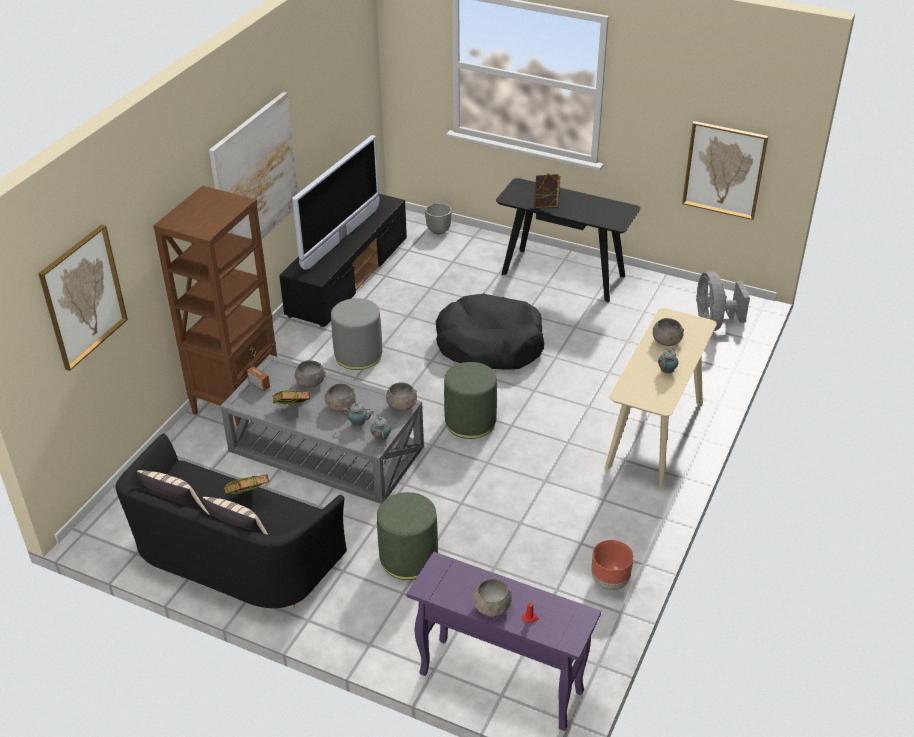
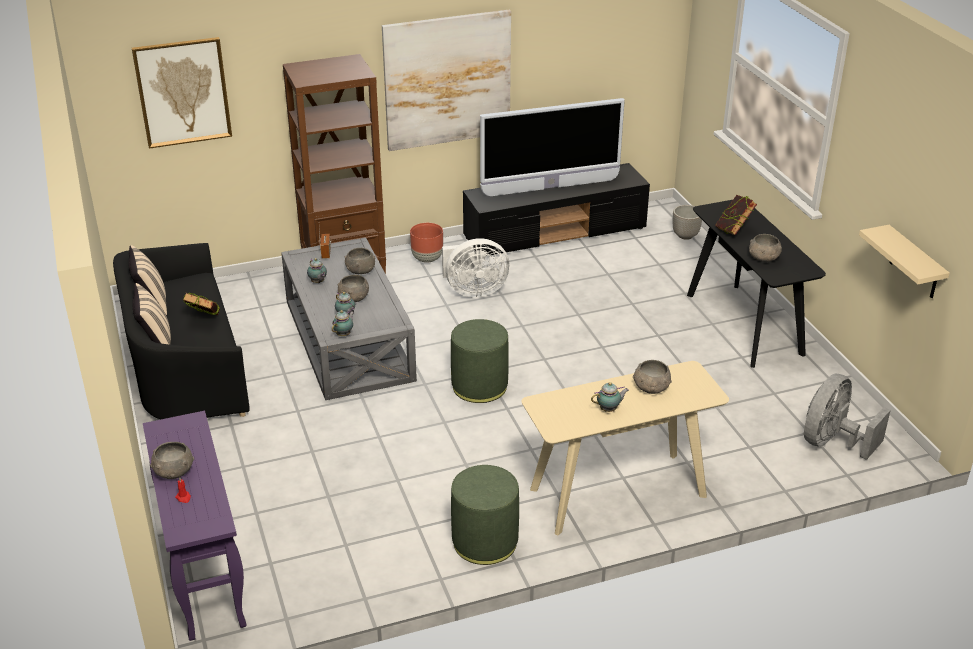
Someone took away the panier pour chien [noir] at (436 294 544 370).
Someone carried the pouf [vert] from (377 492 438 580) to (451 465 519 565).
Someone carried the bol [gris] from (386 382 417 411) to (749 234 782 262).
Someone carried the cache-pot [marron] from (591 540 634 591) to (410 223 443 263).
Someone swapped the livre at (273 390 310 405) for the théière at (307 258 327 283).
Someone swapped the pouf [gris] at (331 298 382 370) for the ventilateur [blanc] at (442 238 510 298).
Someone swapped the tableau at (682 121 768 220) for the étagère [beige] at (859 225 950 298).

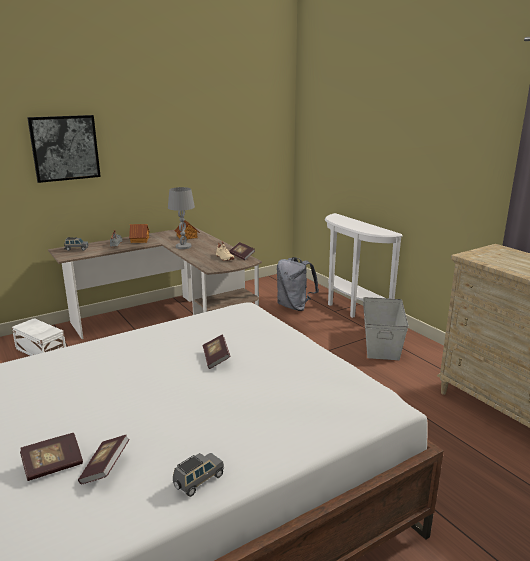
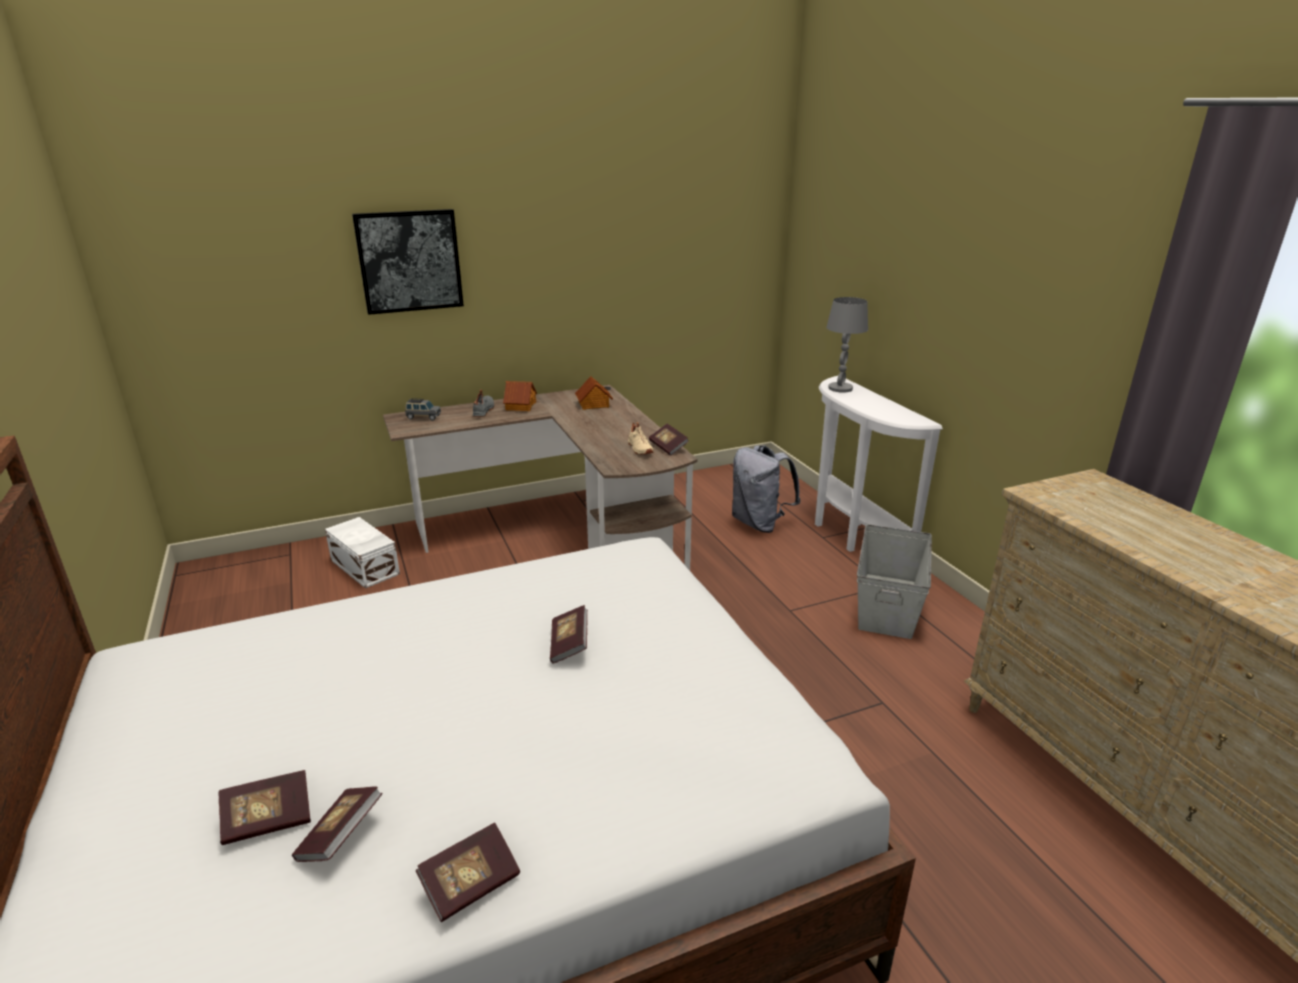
Someone carried the lampe de table [gris] from (168 187 195 249) to (826 297 868 393).
Someone swapped the petite voiture [gris] at (173 453 224 497) for the livre at (416 822 520 922).

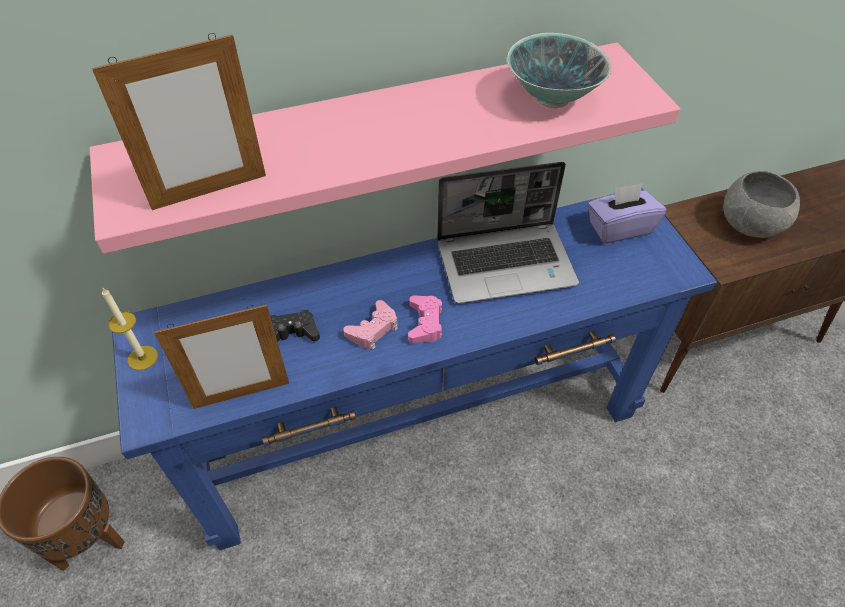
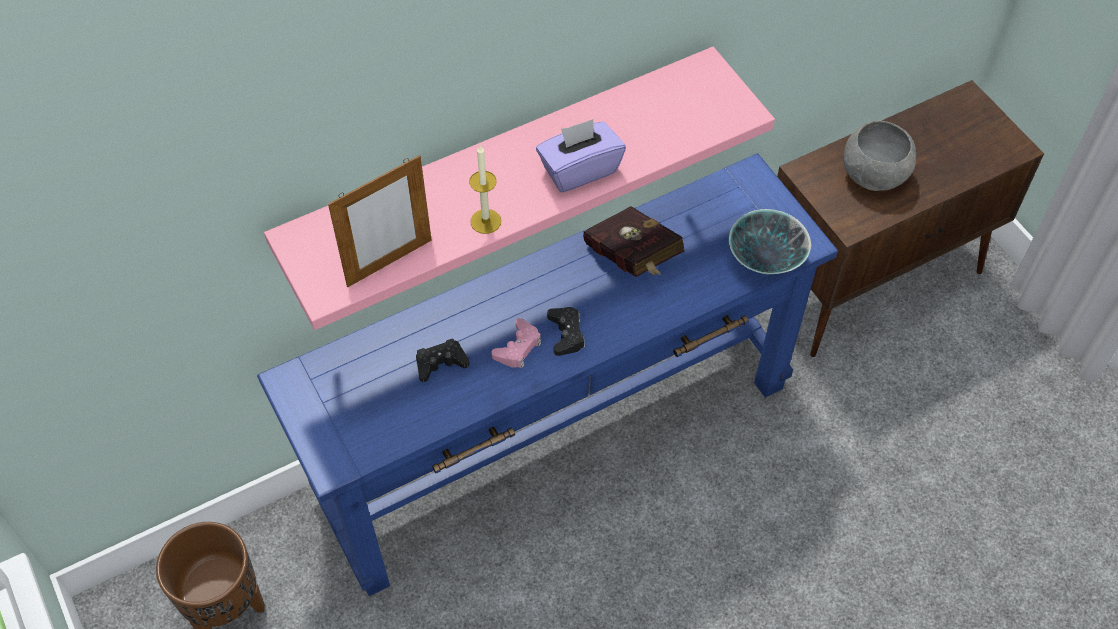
Someone took away the cadre photo at (154 304 289 409).
Someone carried the bougie from (102 287 158 371) to (469 146 501 234).
Someone carried the bol from (507 33 612 108) to (729 209 811 275).
Someone carried the boîte à mouchoirs [violet] from (587 184 667 243) to (536 119 626 192).
Someone swapped the ordinateur portable at (437 162 579 304) for the livre [rouge] at (583 206 685 277).
Someone repainted the manette [rose] at (408 295 442 343), which became the manette [noir] at (547 307 585 356).

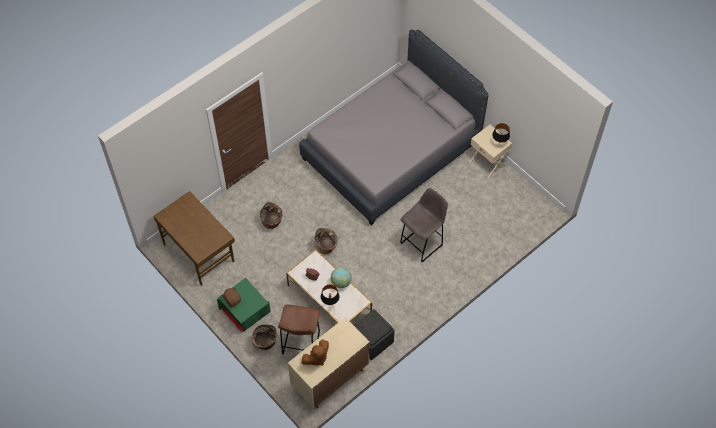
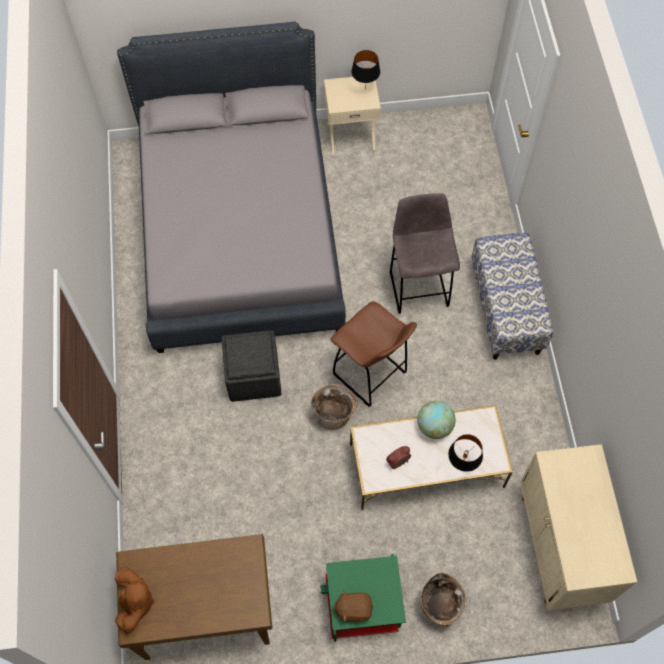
Someone took away the panier at (260 202 283 229).
Someone put down the banc at (471 232 553 360).
Someone carried the tabouret [marron] from (278 304 320 355) to (330 301 417 407).
Someone carried the peluche [marron] from (302 339 329 366) to (115 567 155 634).
Someone carried the pouf [gris] from (354 309 395 360) to (222 330 281 402).

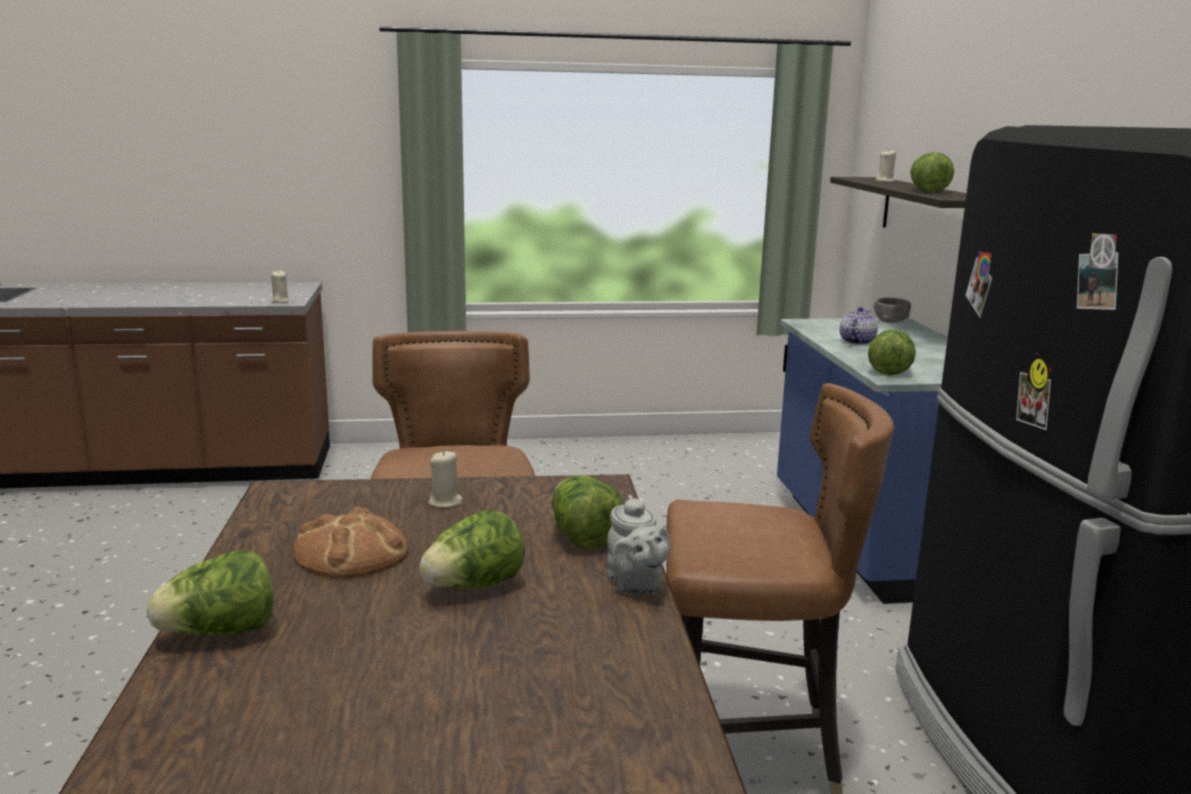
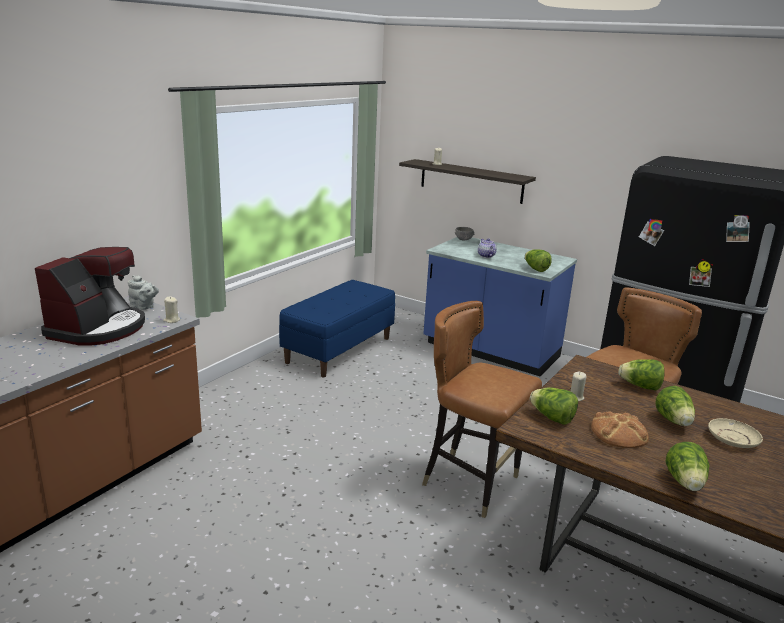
Someone put down the machine à café at (35 247 145 345).
Someone put down the banc [bleu] at (279 280 395 377).
Someone put down the assiette [beige] at (708 418 763 448).
Someone carried the théière [gris] from (607 495 671 594) to (128 275 159 310).
Someone carried the laitue from (910 152 954 193) to (530 388 578 425).

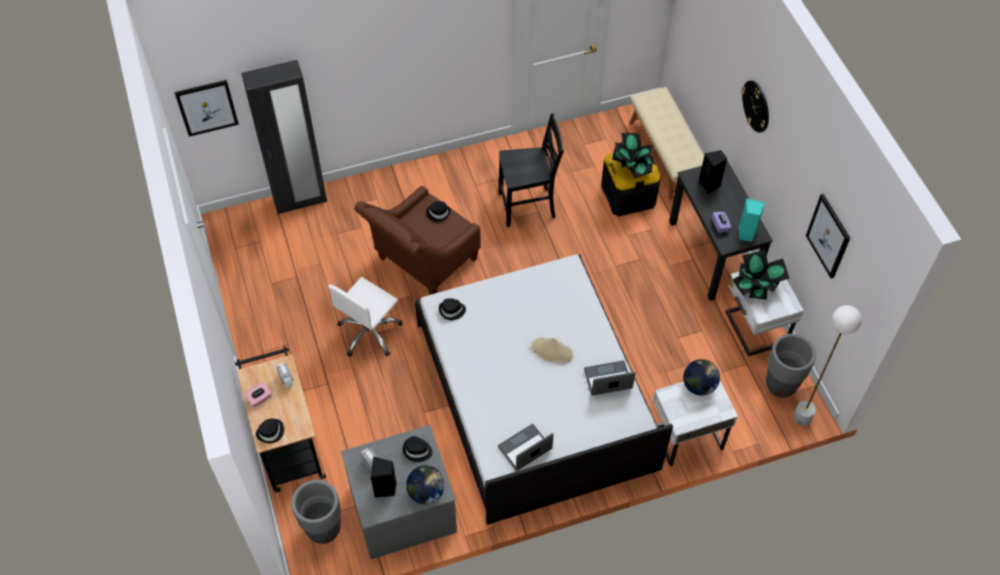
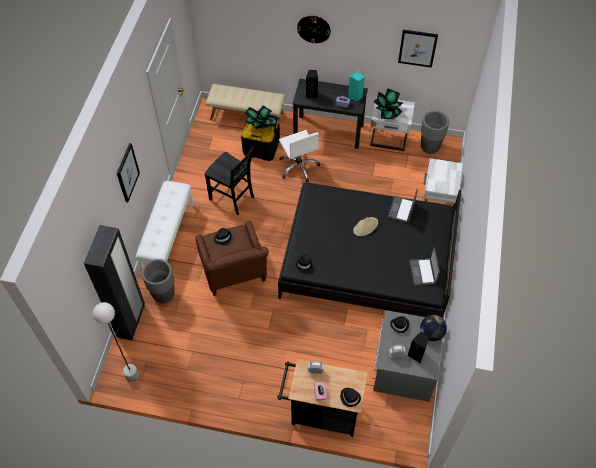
Someone took away the globe at (683 359 720 396).
Someone put down the banc [blanc] at (135 181 194 273).
Someone carried the tableau from (175 80 239 137) to (117 143 140 202).
Someone carried the cache-pot [gris] from (292 480 341 544) to (142 259 174 303).
Someone carried the chaise de bureau [blanc] from (328 277 403 357) to (279 130 320 182).
Someone carried the lampadaire [blanc] from (793 305 862 426) to (93 302 139 382).
Someone repainted the lit [blanc] at (415 254 673 525), which became the lit [noir] at (278 183 461 318).
Someone rotated the chaise [noir] at (499 113 564 227) by 105 degrees clockwise.

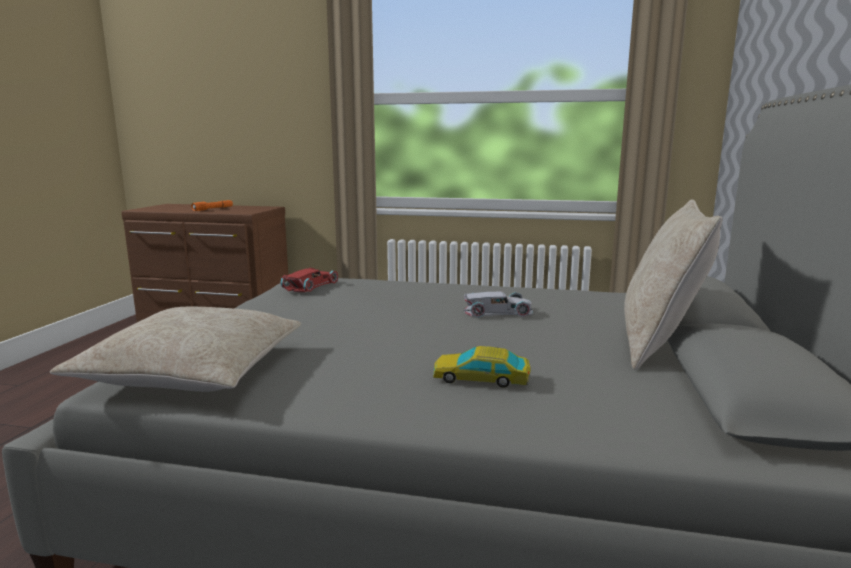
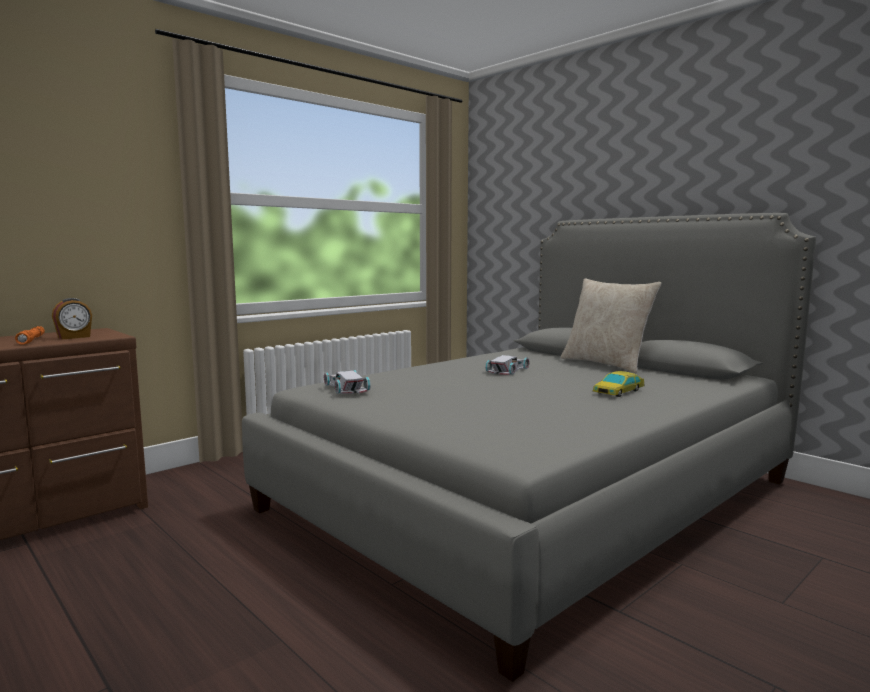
Someone took away the coussin [beige] at (50 307 301 392).
Someone put down the réveil at (52 298 92 339).
Someone repainted the petite voiture [rouge] at (280 268 338 292), which became the petite voiture [blanc] at (324 370 371 394).

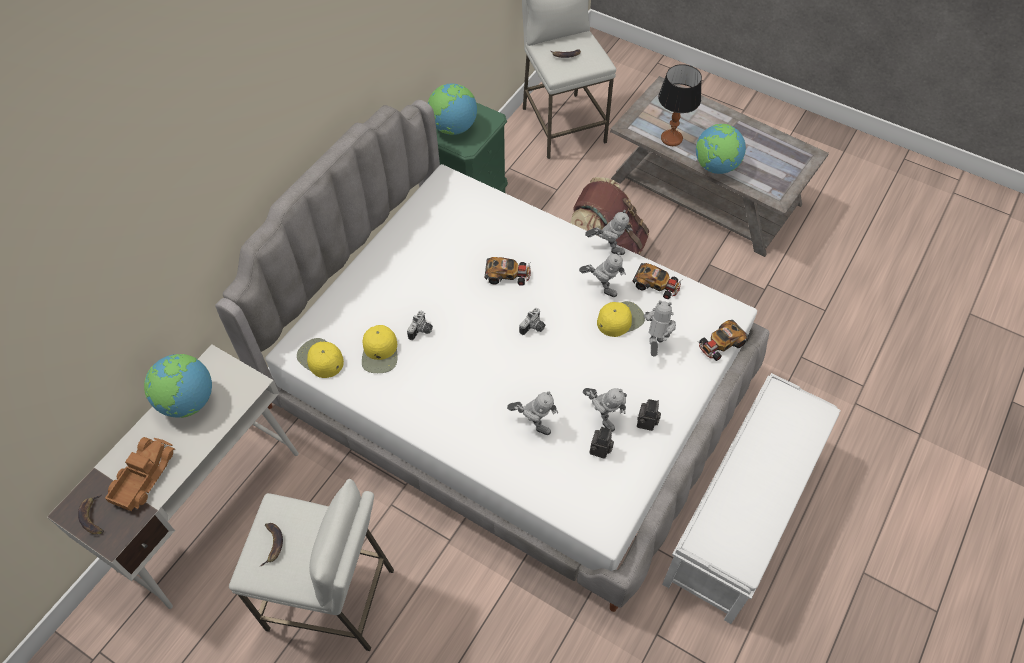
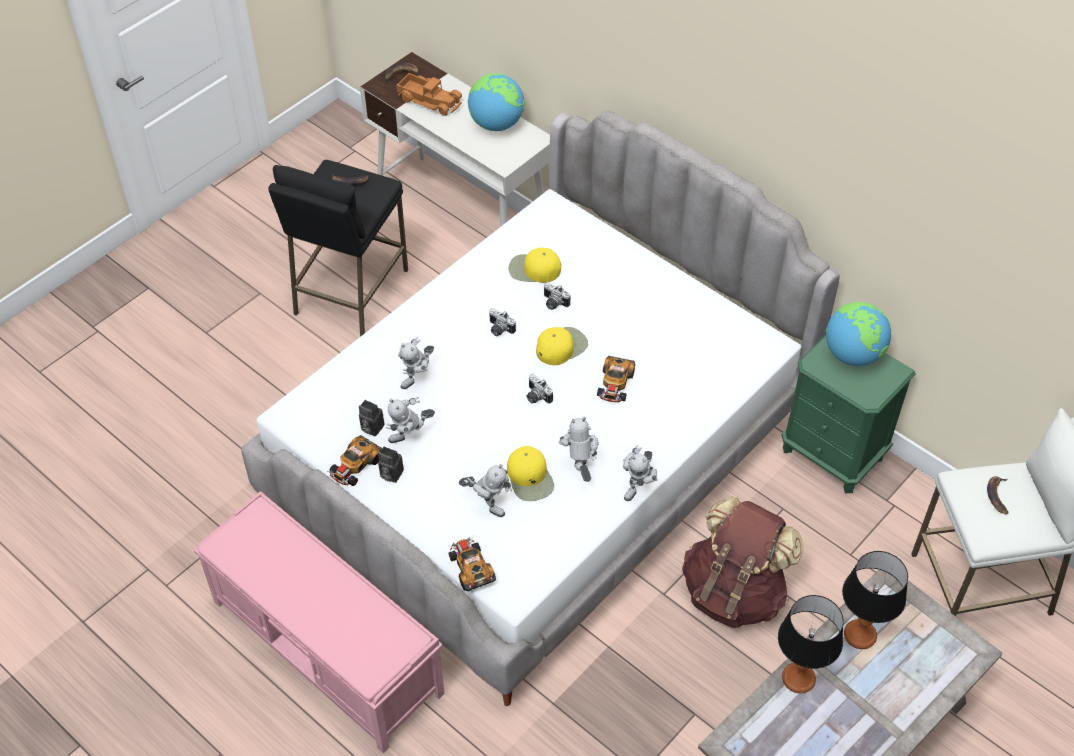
Someone put down the appareil photo at (489 308 516 336).
Someone carried the casquette [jaune] from (297 338 344 378) to (536 327 588 365).
Someone carried the petite voiture from (633 263 681 299) to (328 435 382 486).
Someone swapped the globe at (696 124 746 174) for the lampe de table at (778 595 843 693).
Someone repainted the tabouret [blanc] at (229 479 394 651), which became the tabouret [noir] at (268 160 408 337).
Someone repainted the banc [blanc] at (662 373 841 624), which became the banc [rose] at (194 491 444 753).
Someone rotated the robot jouet at (579 252 626 297) by 135 degrees clockwise.

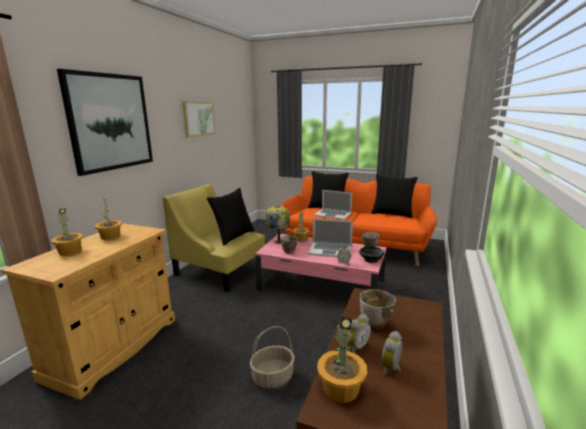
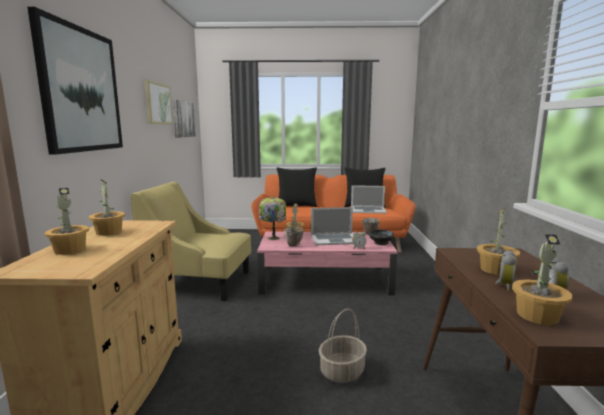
Someone took away the coussin [noir] at (207 188 254 246).
Someone put up the tableau at (172 100 196 138).
Someone carried the ordinateur portable from (314 190 352 220) to (351 185 387 214).
Someone swapped the bol at (360 289 396 330) for the plante en pot at (477 208 520 275).

